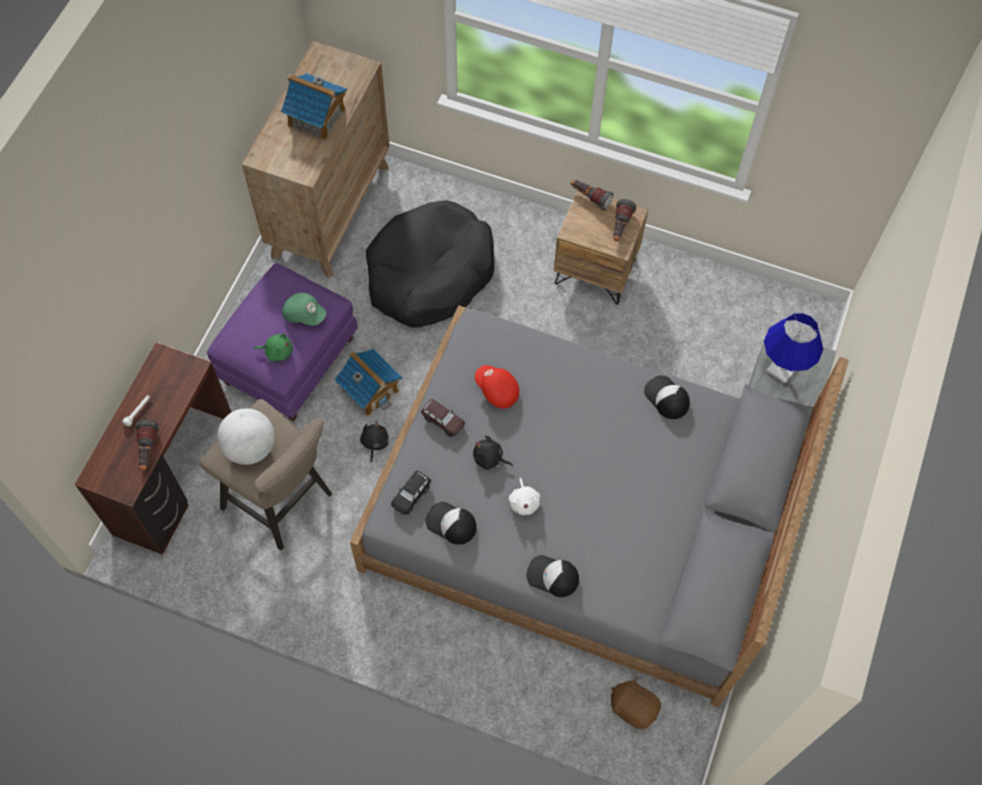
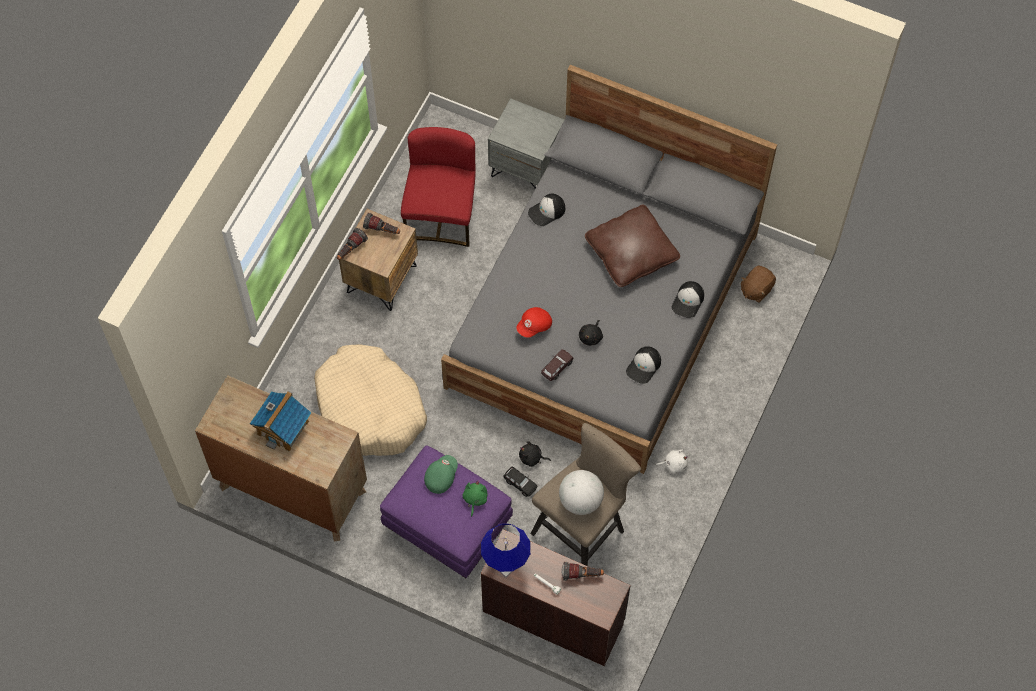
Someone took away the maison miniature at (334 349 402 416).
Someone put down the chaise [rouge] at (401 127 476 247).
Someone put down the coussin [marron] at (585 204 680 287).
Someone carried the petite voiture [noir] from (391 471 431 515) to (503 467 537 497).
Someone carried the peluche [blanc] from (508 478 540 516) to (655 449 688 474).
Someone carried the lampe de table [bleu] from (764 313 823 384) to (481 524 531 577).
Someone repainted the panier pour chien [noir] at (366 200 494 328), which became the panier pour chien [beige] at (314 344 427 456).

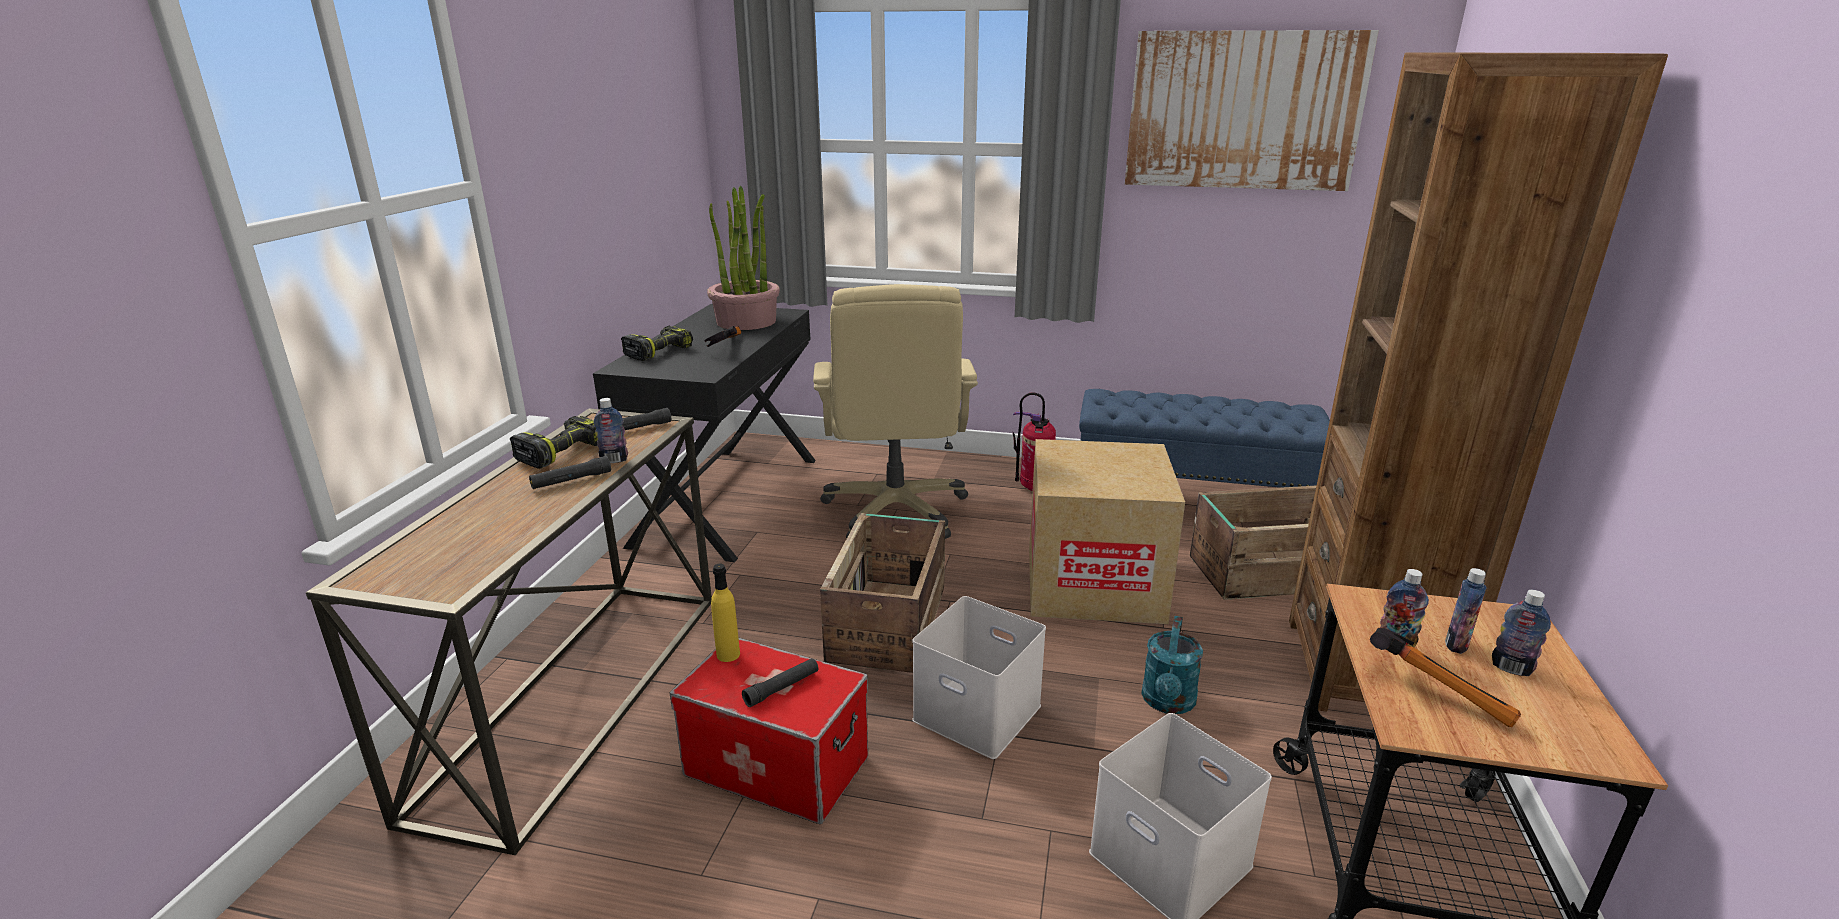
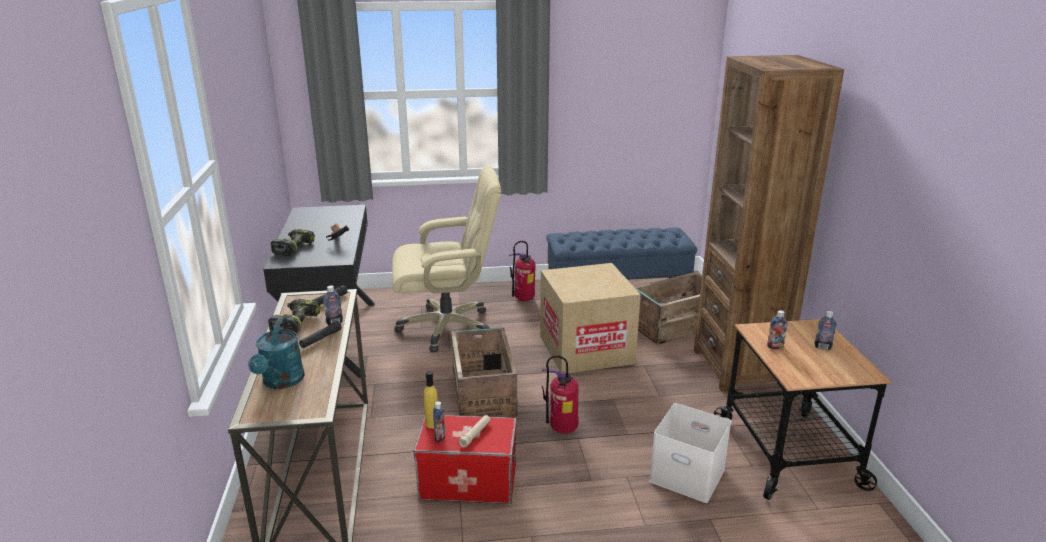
Someone took away the plante en pot at (707 186 780 330).
Someone took away the tableau at (1125 30 1379 191).
Someone took away the marteau at (1370 627 1521 727).
Someone carried the arrosoir [turquoise] from (1141 616 1203 714) to (248 318 305 389).
Someone carried the bouteille from (1445 568 1486 654) to (433 401 445 442).
Someone swapped the boîte de rangement [blanc] at (912 596 1046 759) for the extincteur at (542 355 579 434).
Someone repainted the lampe de poche [noir] at (742 658 818 707), which became the lampe de poche [beige] at (458 415 490 448).
Someone rotated the chaise de bureau [beige] at (813 284 978 539) by 75 degrees counterclockwise.

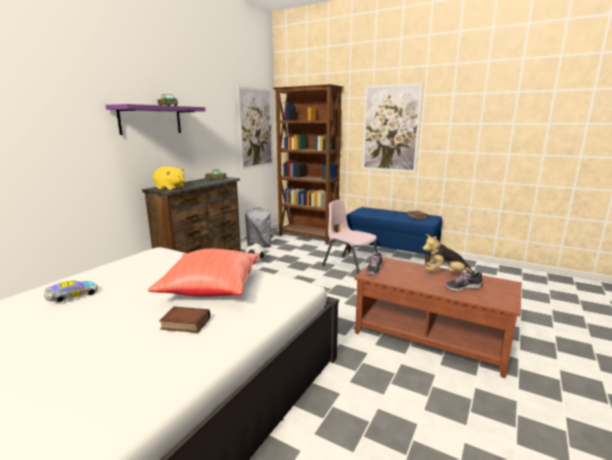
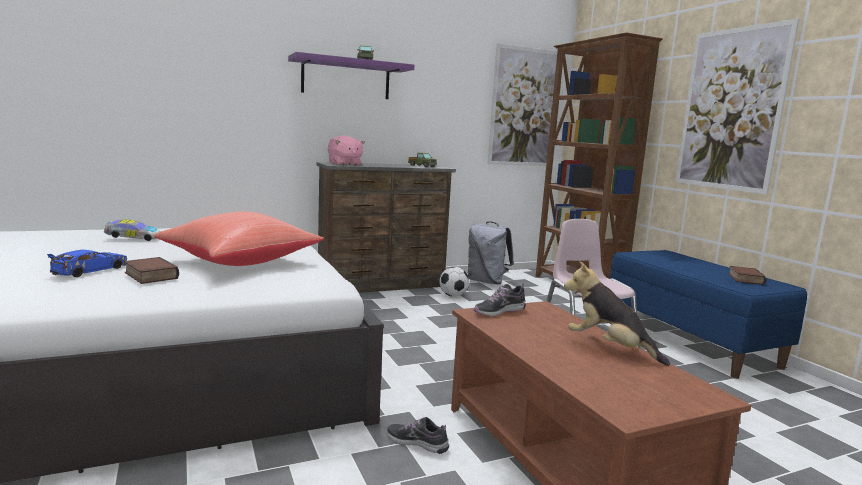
Someone put down the petite voiture [bleu] at (47 250 127 277).
Someone carried the chaussure from (444 271 483 291) to (386 417 449 454).
Someone repainted the peluche [jaune] at (153 166 185 190), which became the peluche [rose] at (328 136 365 165).

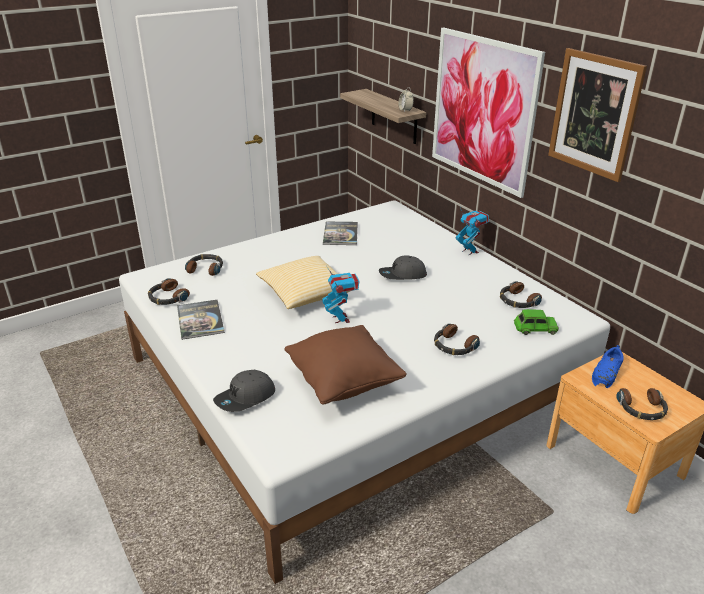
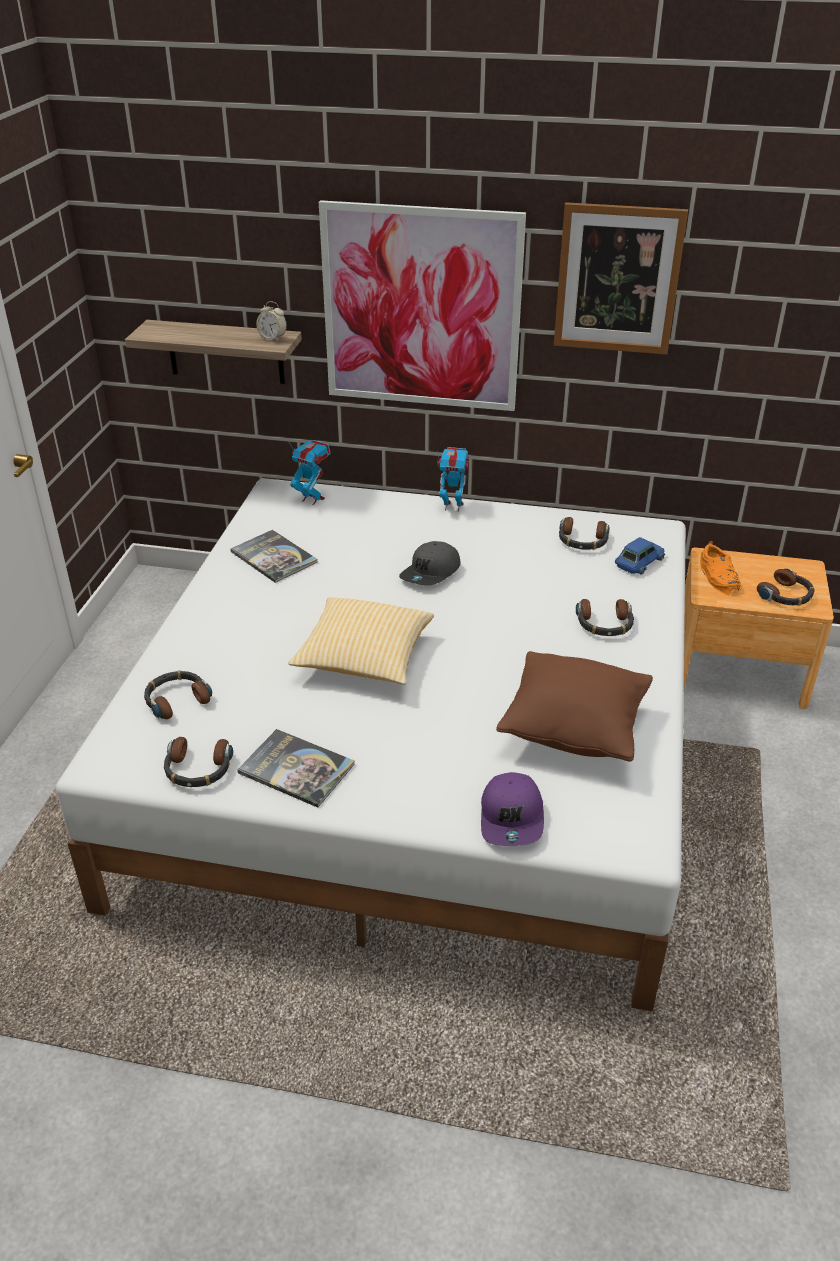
Someone carried the robot jouet from (322 266 360 323) to (288 440 331 505).
Someone repainted the casquette [gris] at (213 370 275 412), which became the casquette [violet] at (481 772 544 846).
Someone repainted the petite voiture [vert] at (514 309 559 335), which became the petite voiture [bleu] at (615 537 665 575).
Someone repainted the chaussure [bleu] at (592 345 624 388), which became the chaussure [orange] at (700 541 740 596).

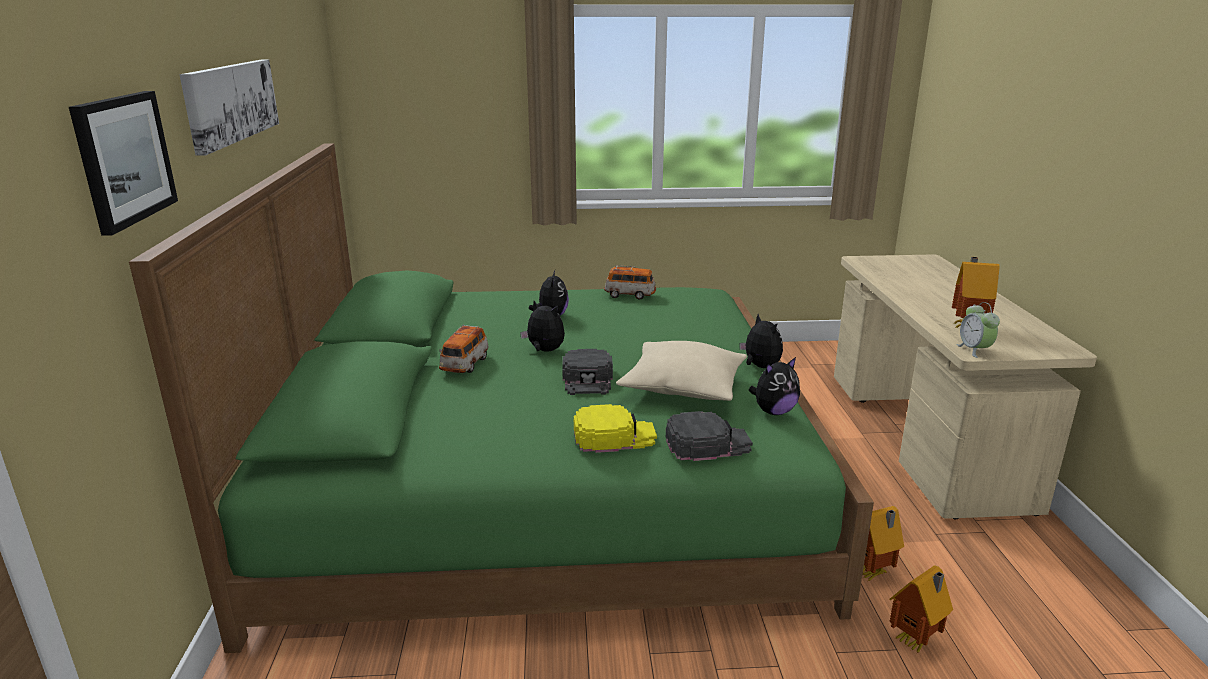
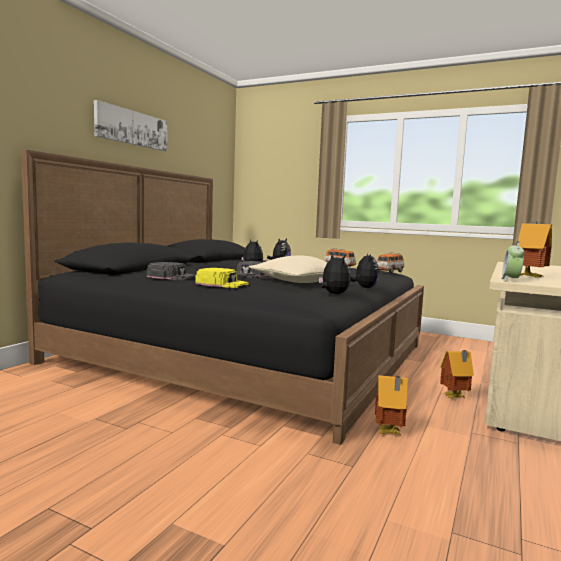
Someone took away the tableau at (69 91 178 236).
Someone carried the petite voiture from (439 325 489 373) to (377 252 404 273).
Someone carried the casquette [noir] from (666 411 753 461) to (147 262 196 280).
Someone carried the maison miniature from (890 565 953 653) to (440 350 474 399).
Someone repainted the lit [vert] at (129 143 874 653), which became the lit [noir] at (21 150 424 445).
Someone rotated the peluche at (749 357 800 415) by 120 degrees counterclockwise.

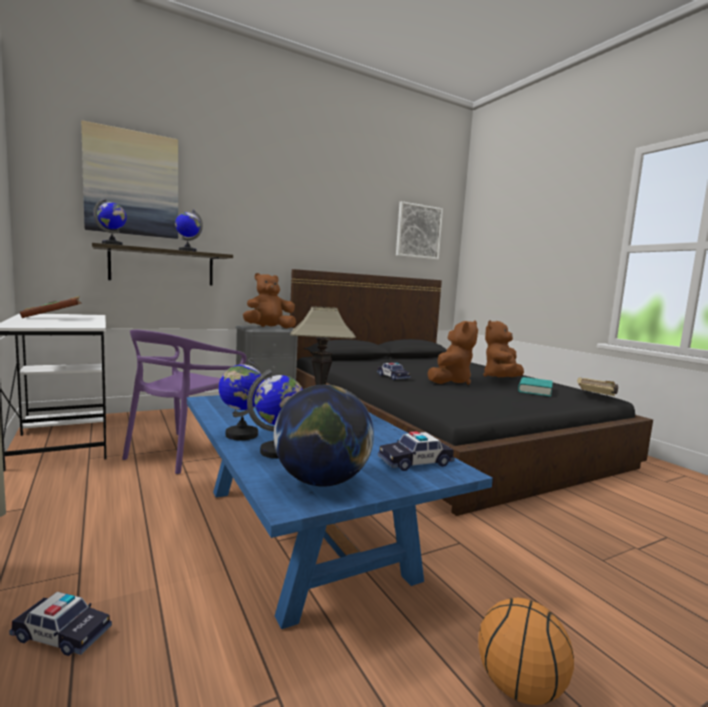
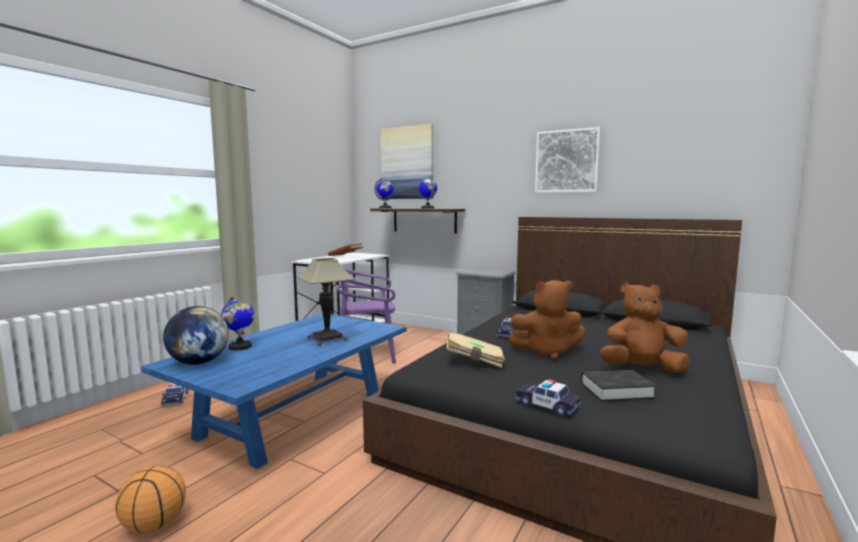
Someone took away the globe at (219 358 264 440).
Someone took away the peluche [marron] at (243 273 296 328).
Someone carried the petite voiture from (378 431 455 471) to (515 379 581 416).
Someone carried the tableau from (396 201 443 260) to (535 127 601 193).
Someone carried the livre [beige] from (577 377 618 396) to (446 331 505 368).
Someone repainted the livre [turquoise] at (518 377 553 397), which became the livre [noir] at (581 370 656 401).

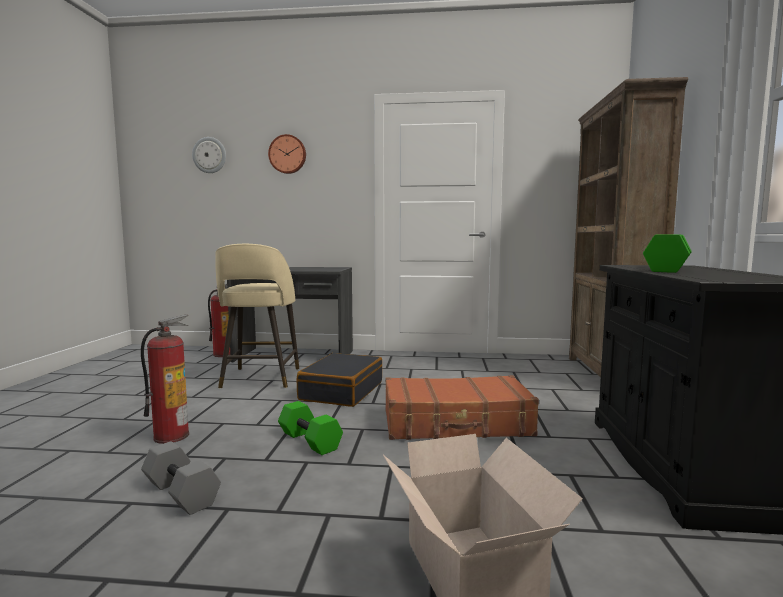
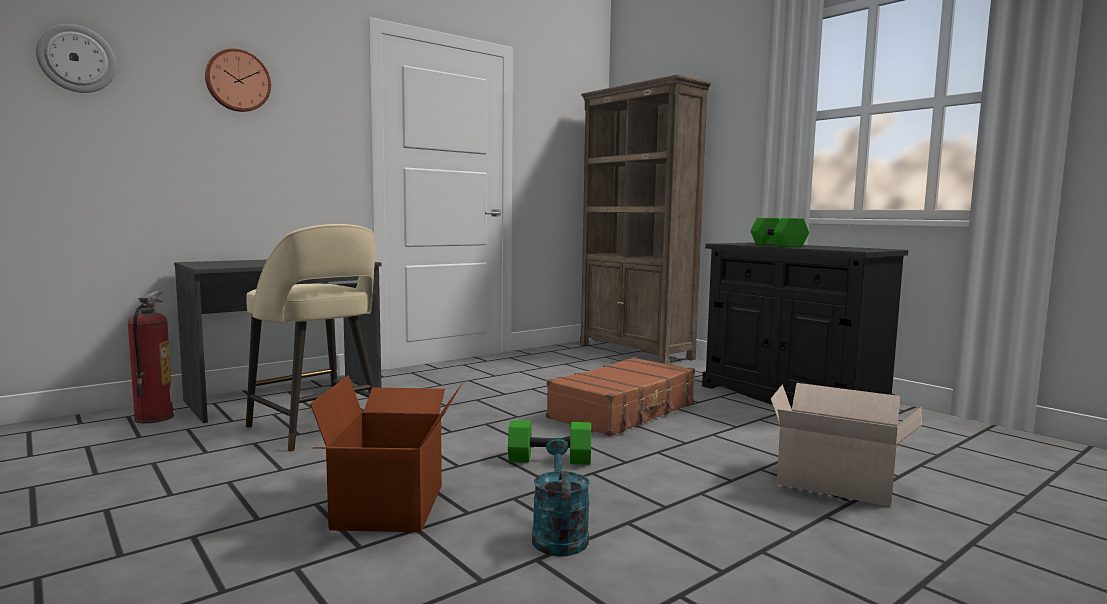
Someone took away the valise [noir] at (297 353 382 407).
Someone swapped the extincteur at (141 314 189 444) for the carton at (310 375 463 532).
Someone swapped the haltère [gris] at (141 441 221 515) for the arrosoir [turquoise] at (532 438 590 557).

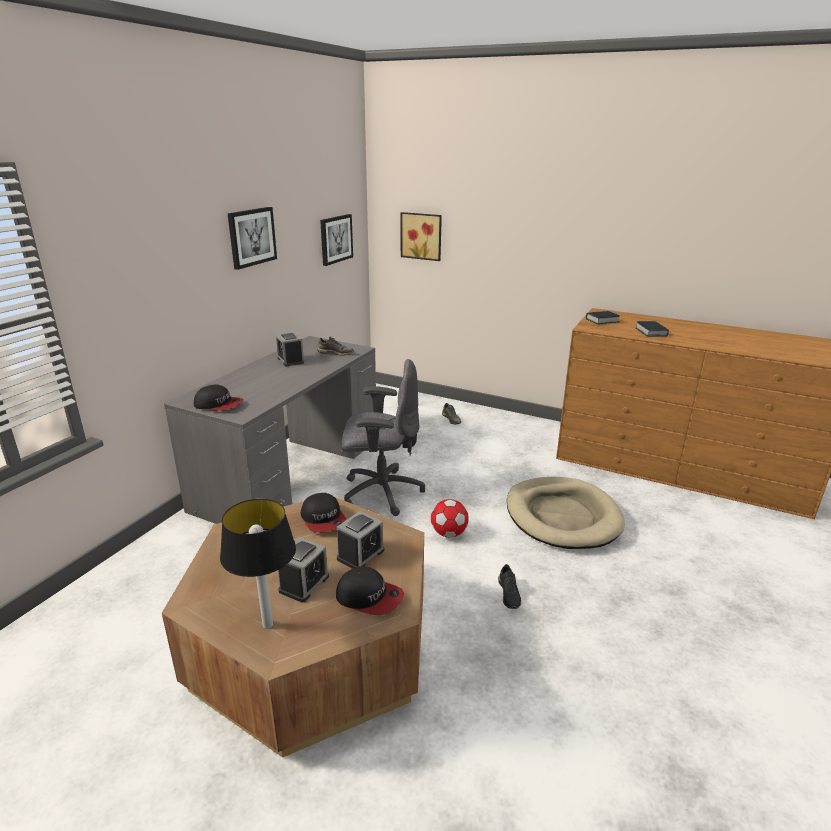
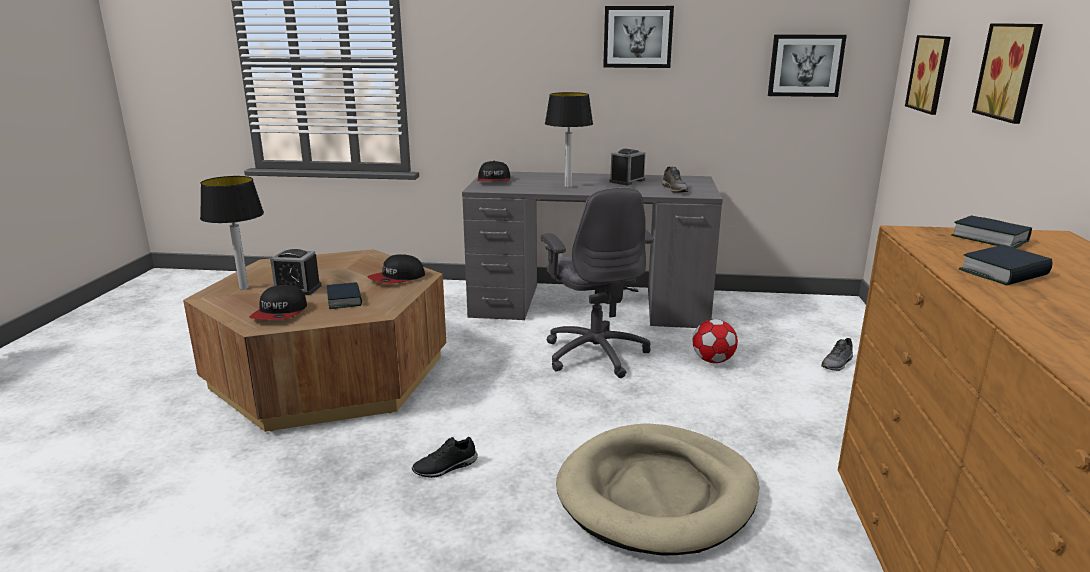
Someone put down the lampe de table at (545 92 593 188).
Someone put up the tableau at (972 23 1043 124).
Someone carried the ballon de foot from (431 499 469 537) to (693 319 738 363).
Someone swapped the réveil at (337 511 384 569) for the livre at (327 282 362 309).

